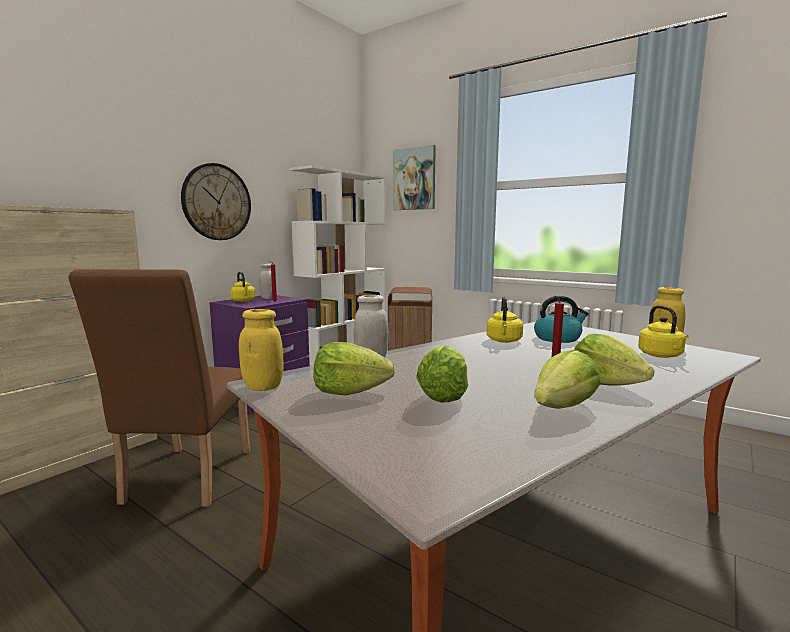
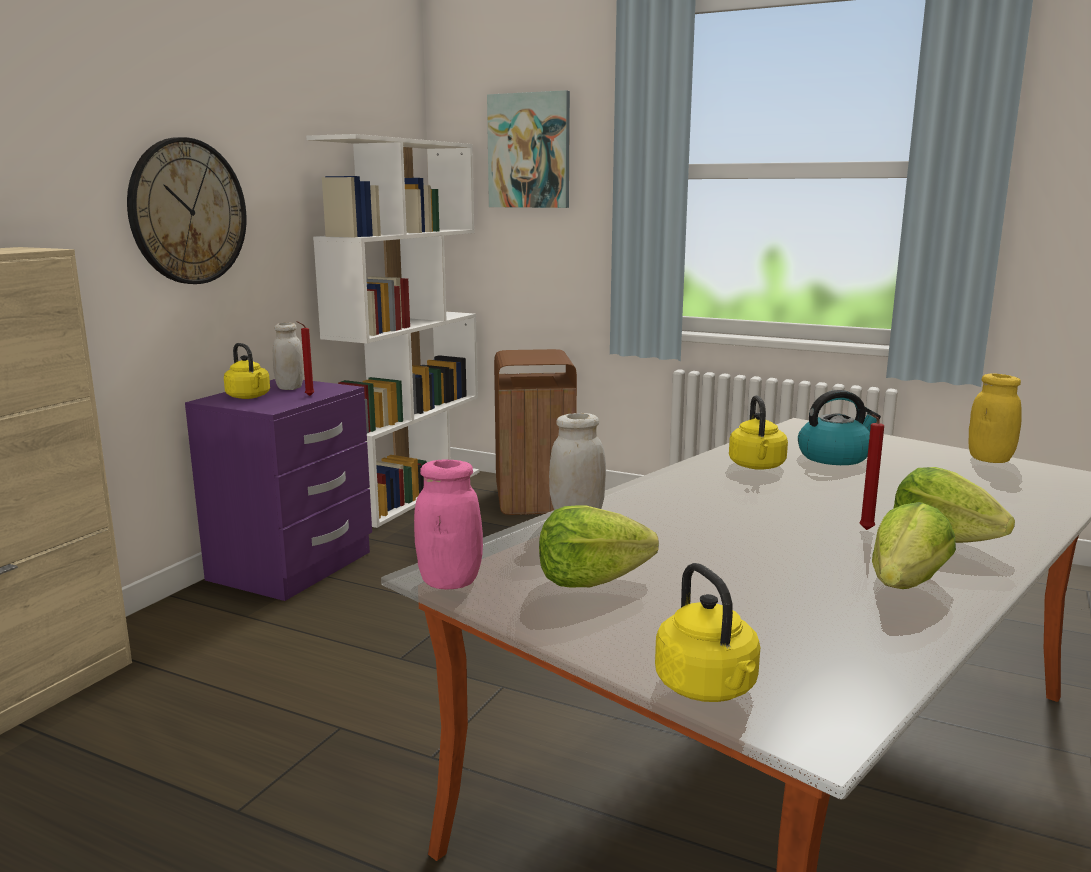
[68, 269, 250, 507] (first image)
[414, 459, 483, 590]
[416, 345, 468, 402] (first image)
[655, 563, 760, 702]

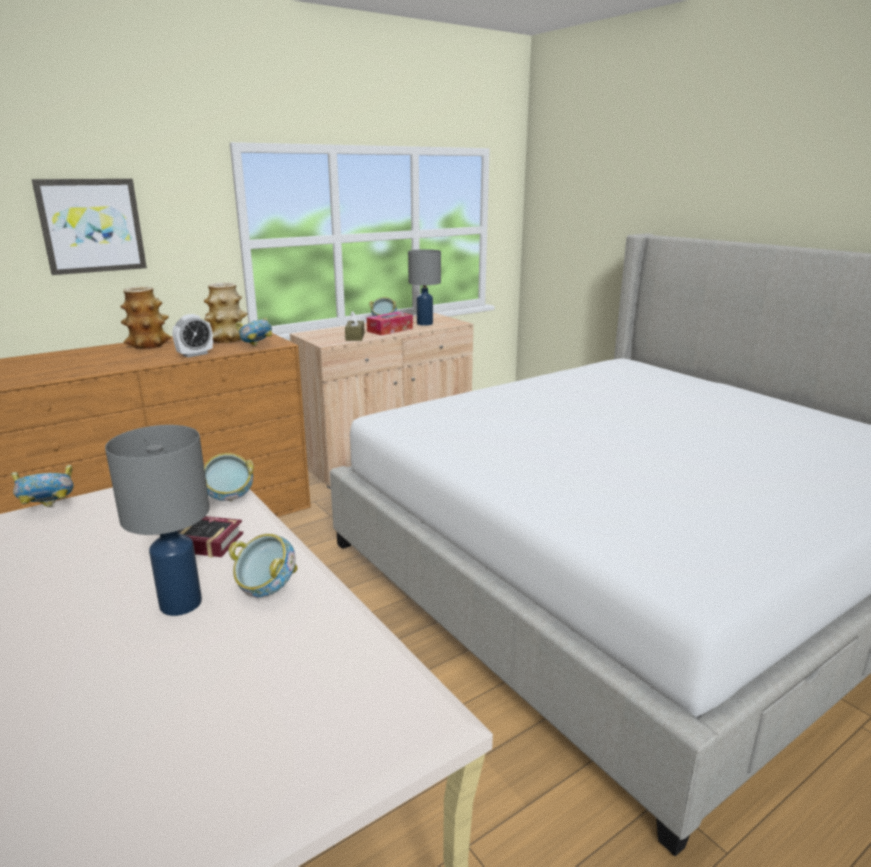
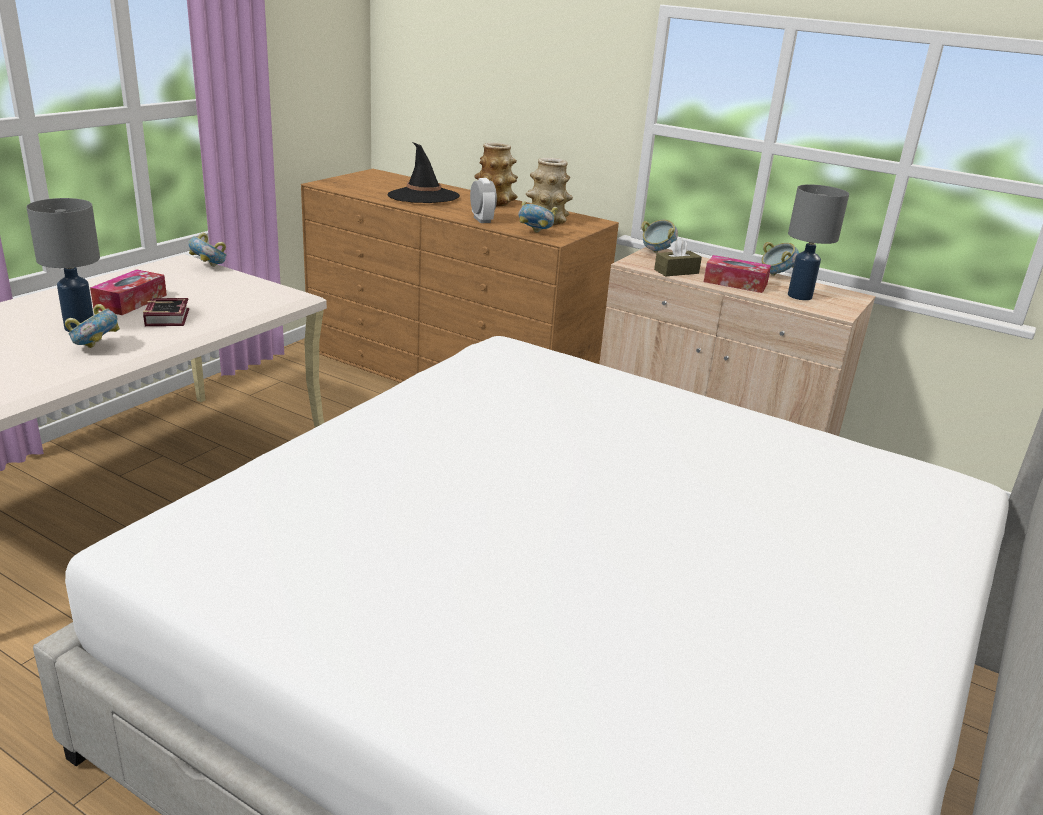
[32, 179, 147, 275] (first image)
[470, 178, 497, 223]
[641, 220, 678, 253]
[90, 269, 167, 315]
[387, 142, 460, 203]

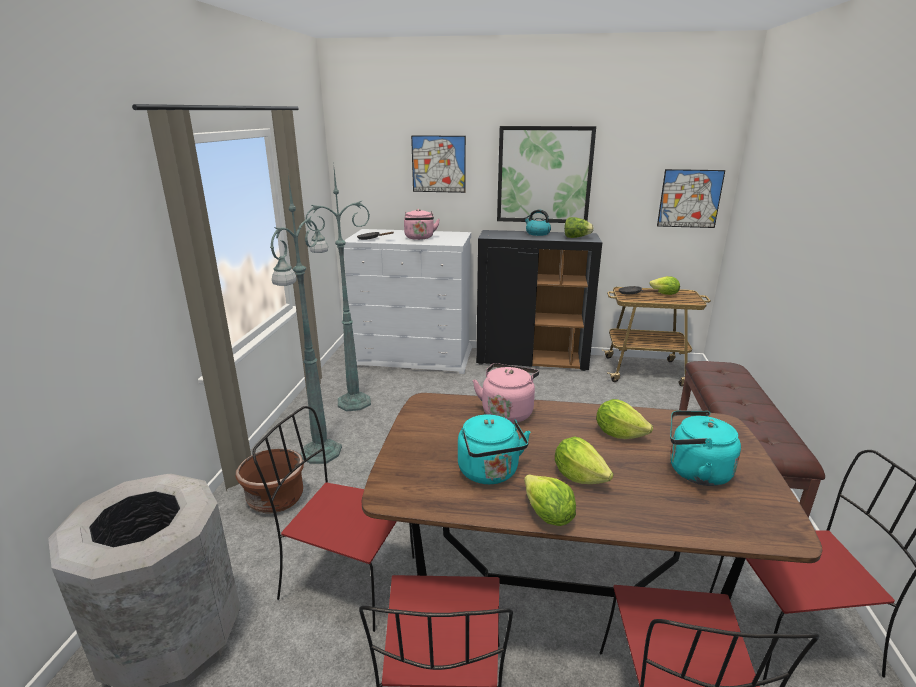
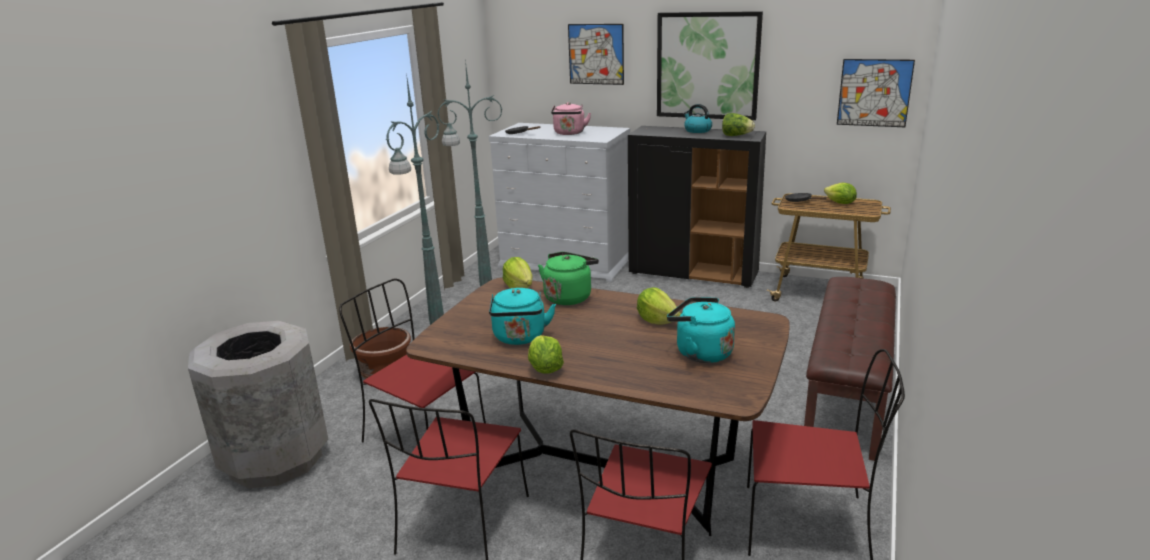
[538, 252, 599, 305]
[503, 257, 532, 288]

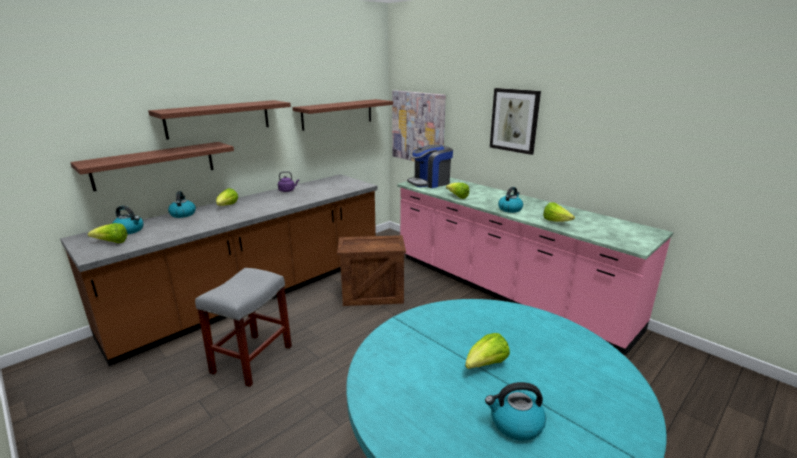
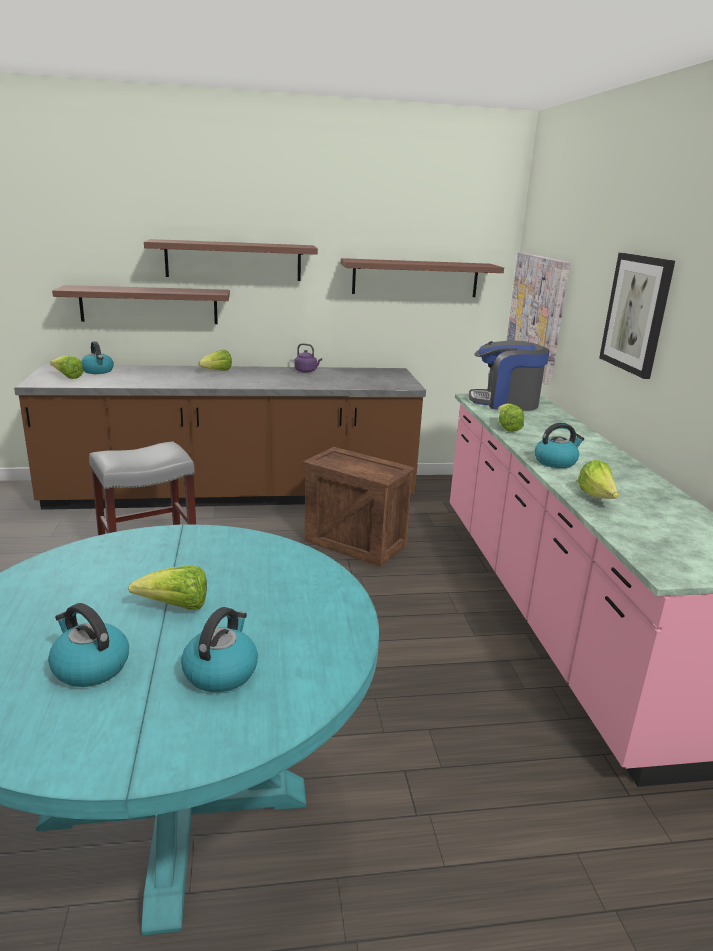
[181, 607, 258, 692]

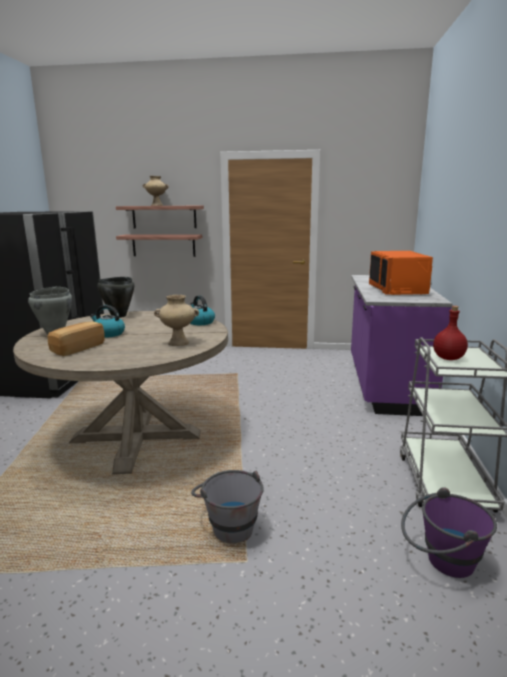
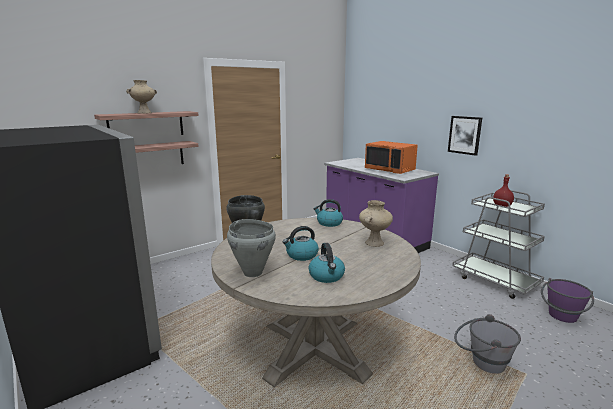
[309, 243, 345, 283]
[448, 116, 482, 156]

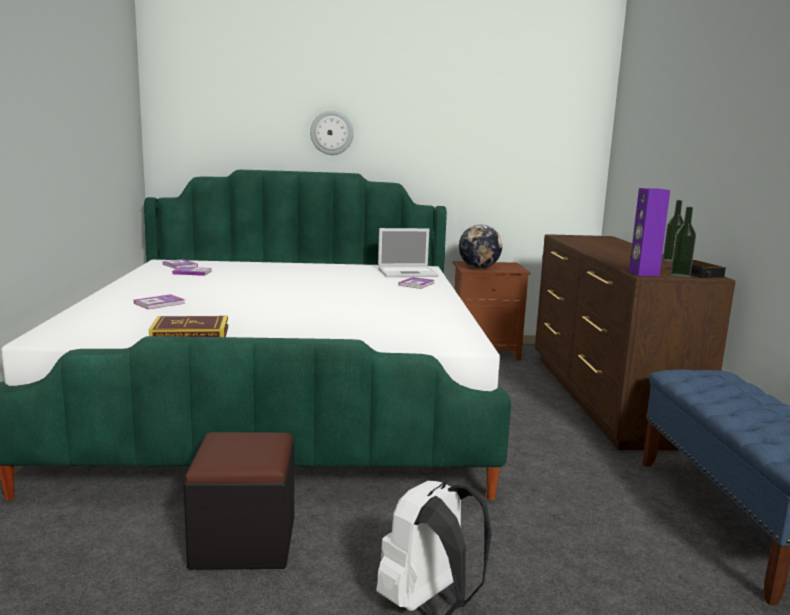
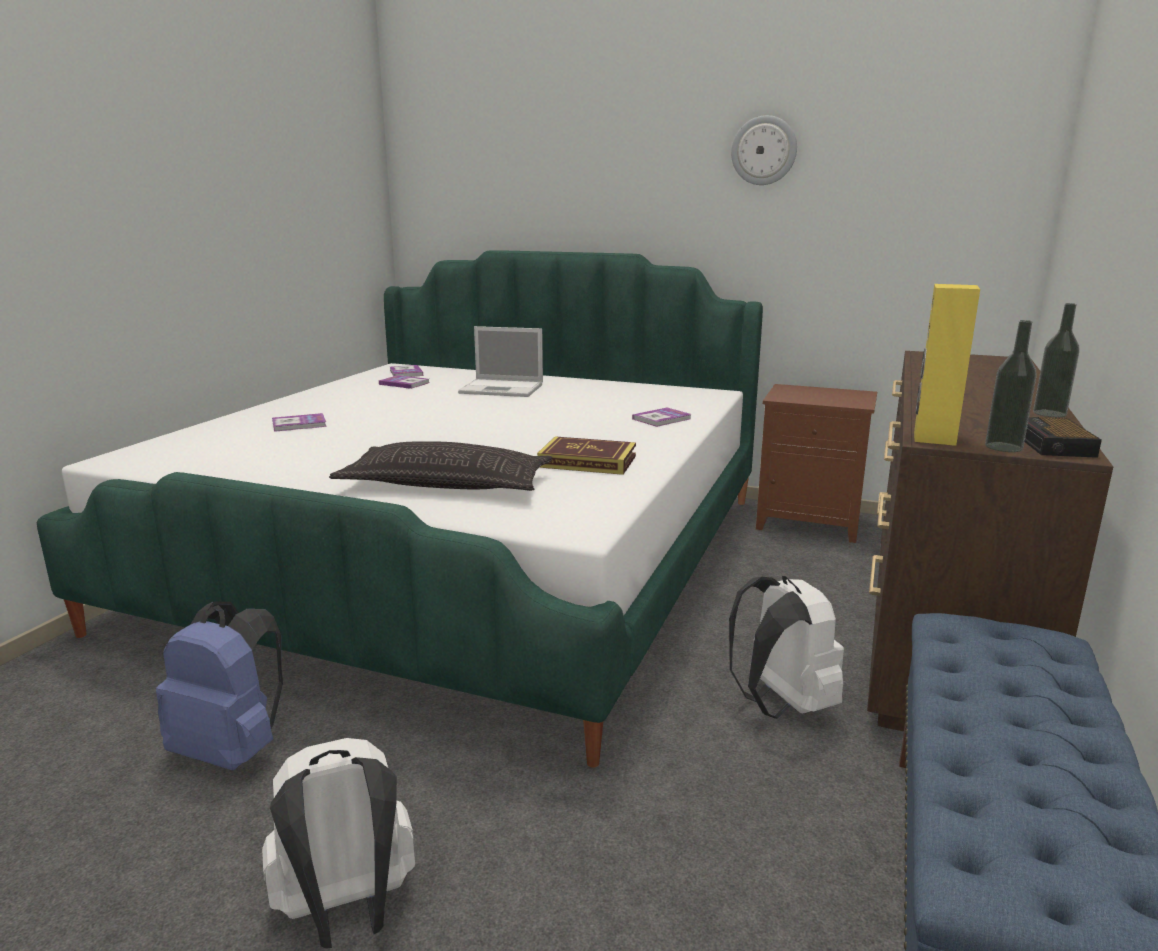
[537, 436, 636, 475]
[156, 602, 283, 770]
[731, 115, 797, 185]
[458, 326, 543, 397]
[459, 225, 502, 268] (first image)
[914, 284, 980, 446]
[329, 441, 552, 491]
[729, 576, 844, 719]

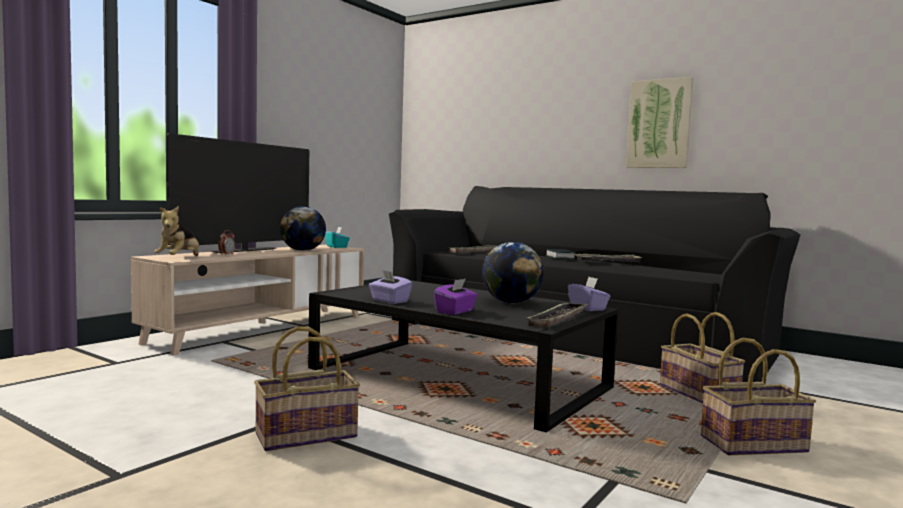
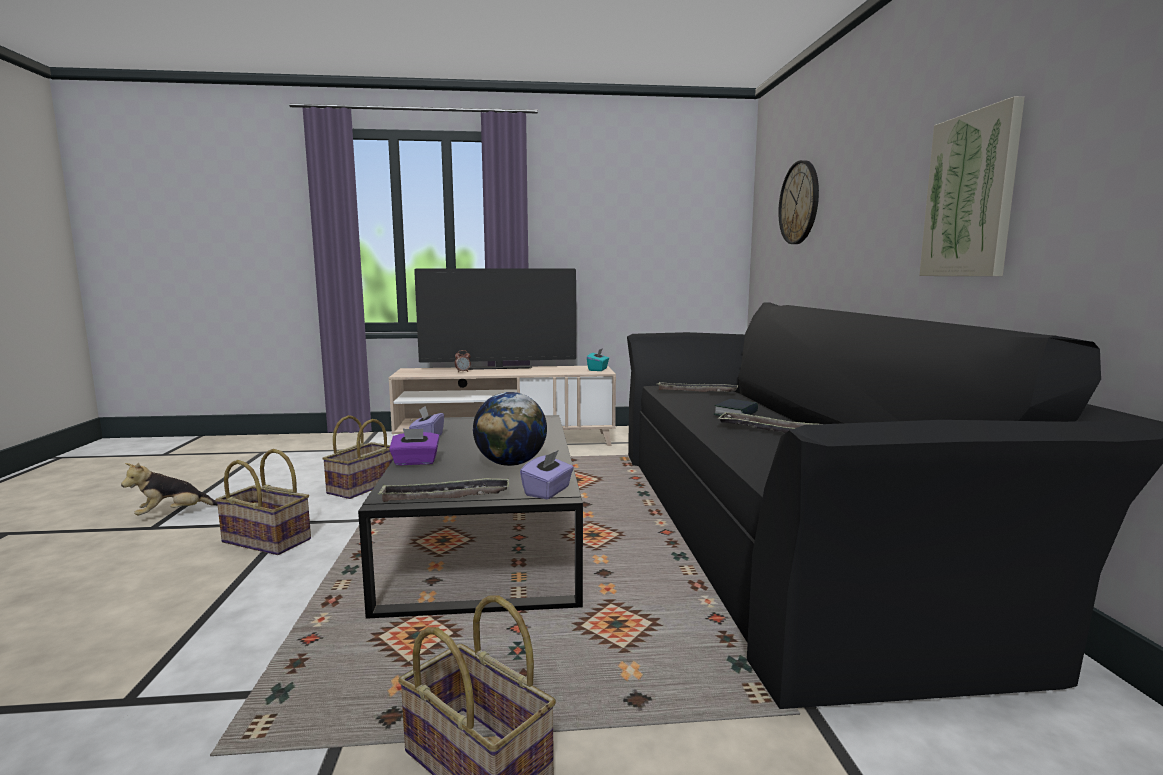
[121, 463, 218, 515]
[280, 206, 326, 251] (first image)
[322, 415, 393, 499]
[778, 160, 819, 244]

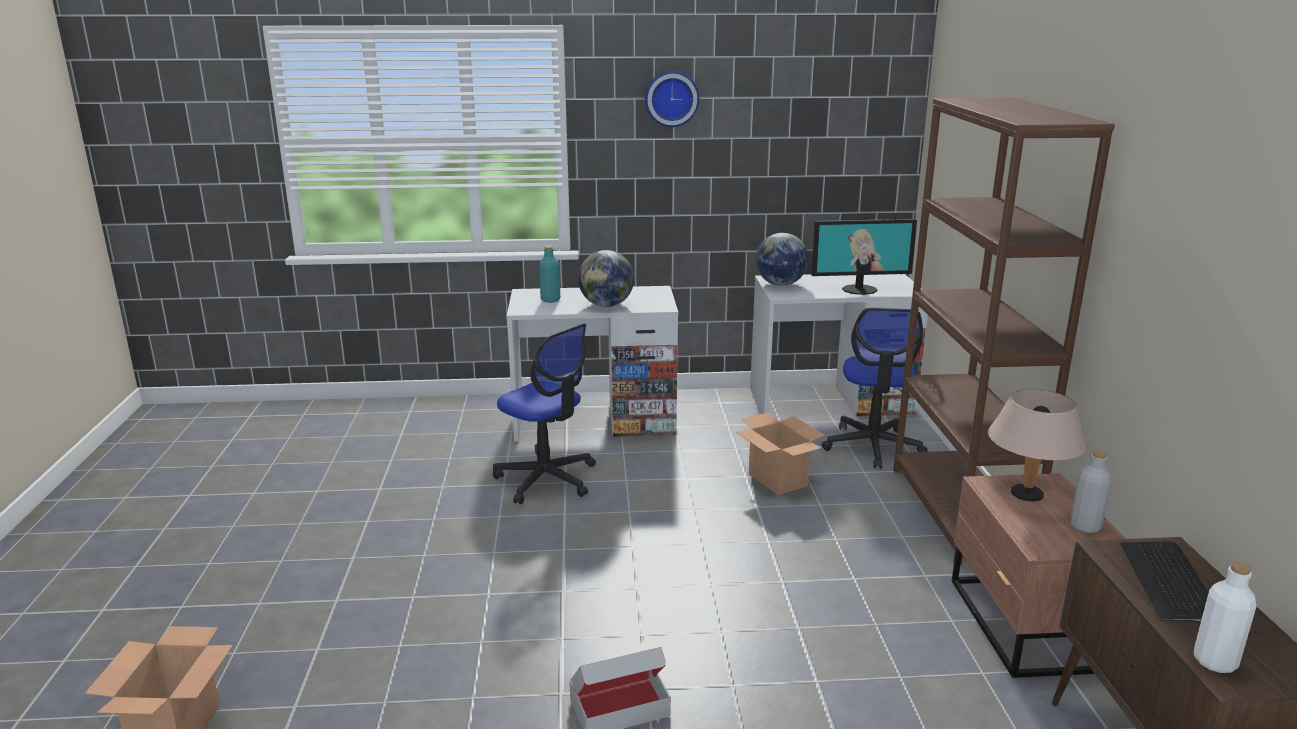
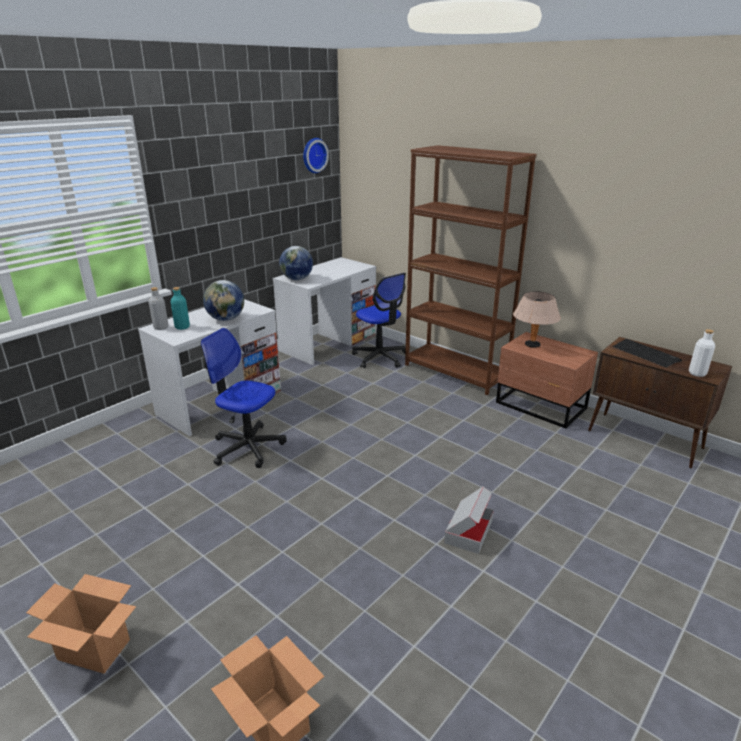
[201, 328, 287, 468]
[303, 138, 329, 173]
[26, 574, 136, 674]
[812, 219, 917, 295] (first image)
[149, 287, 169, 330]

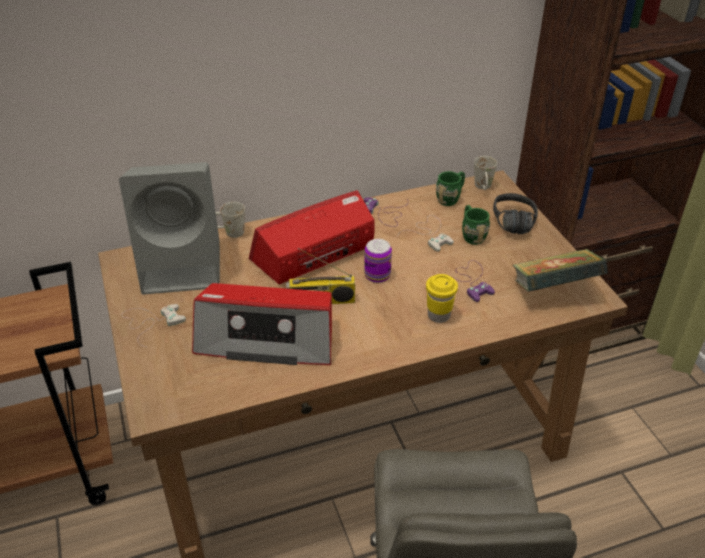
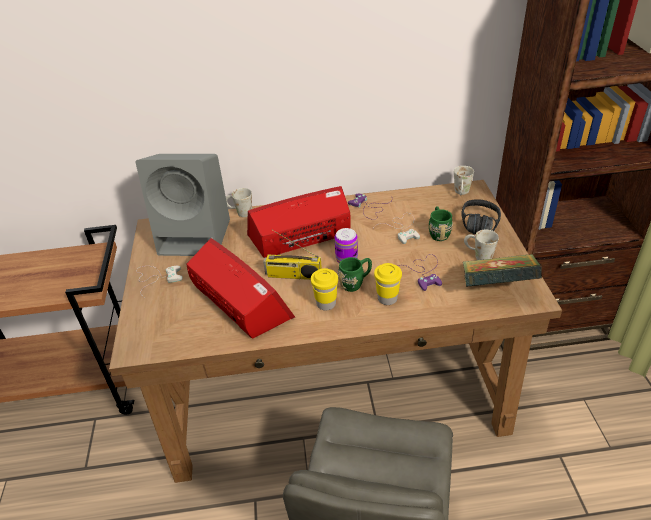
[187, 238, 295, 339]
[338, 257, 372, 292]
[311, 268, 338, 311]
[464, 229, 499, 260]

